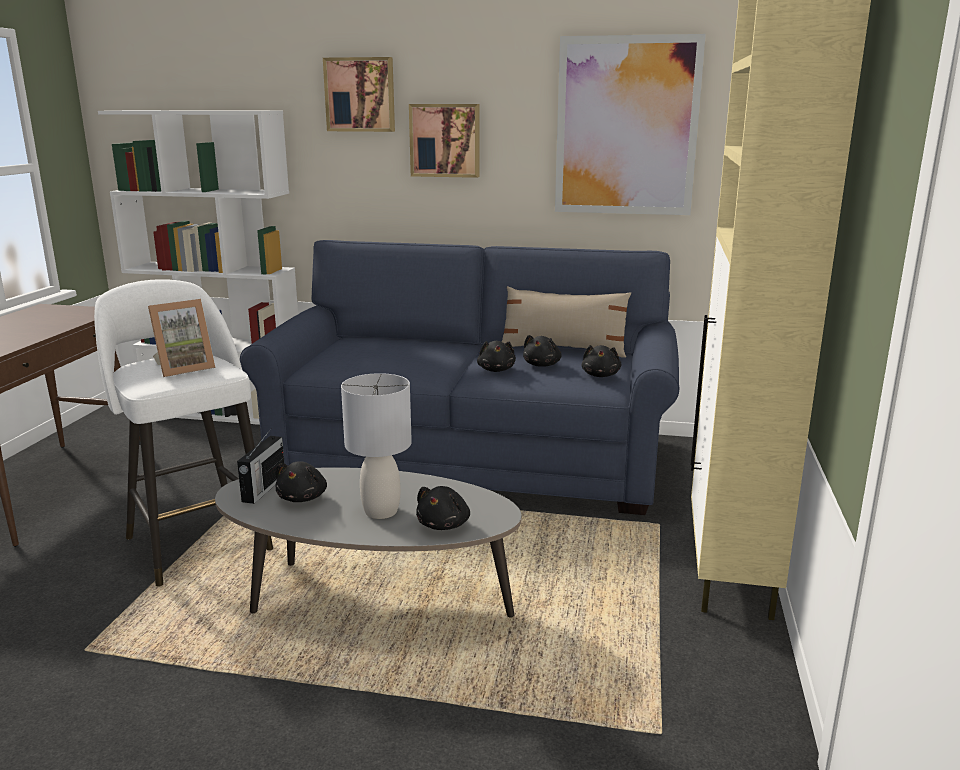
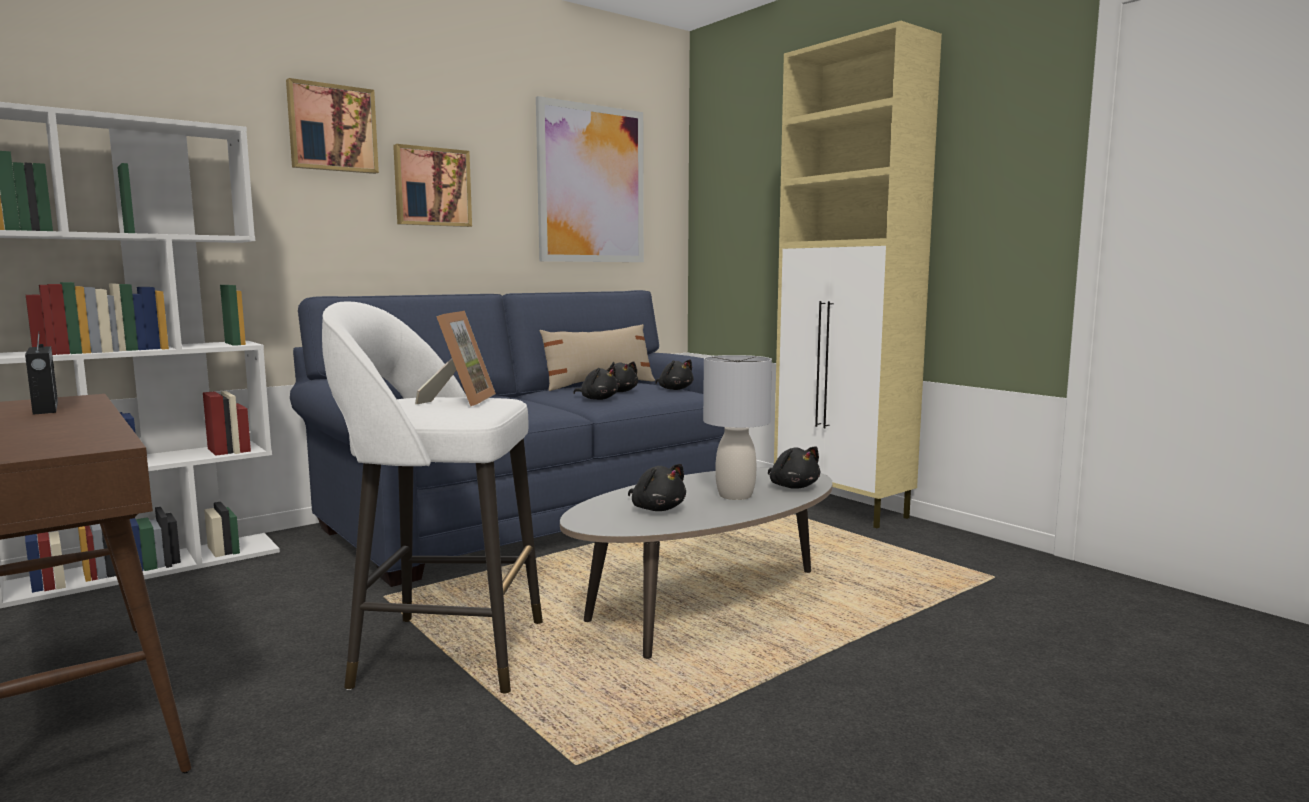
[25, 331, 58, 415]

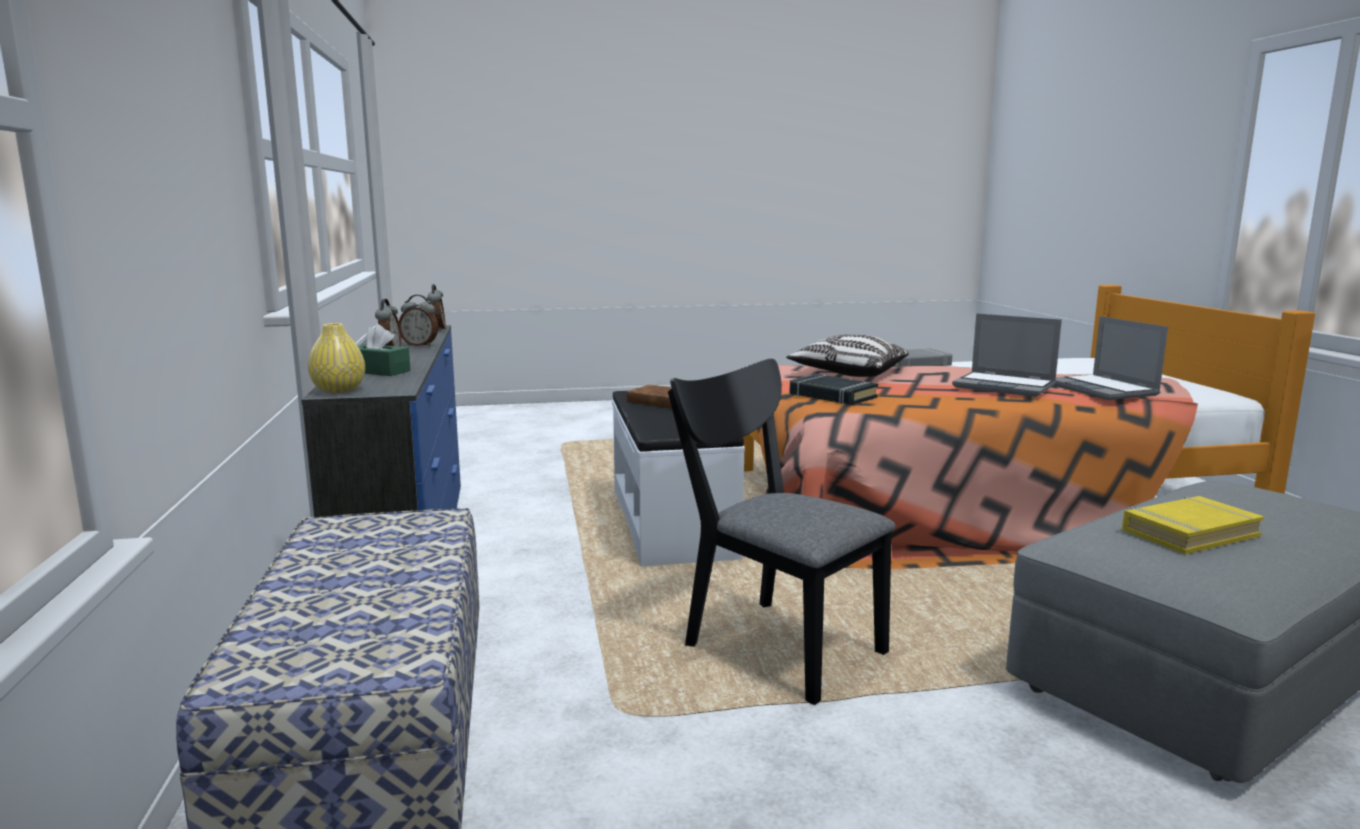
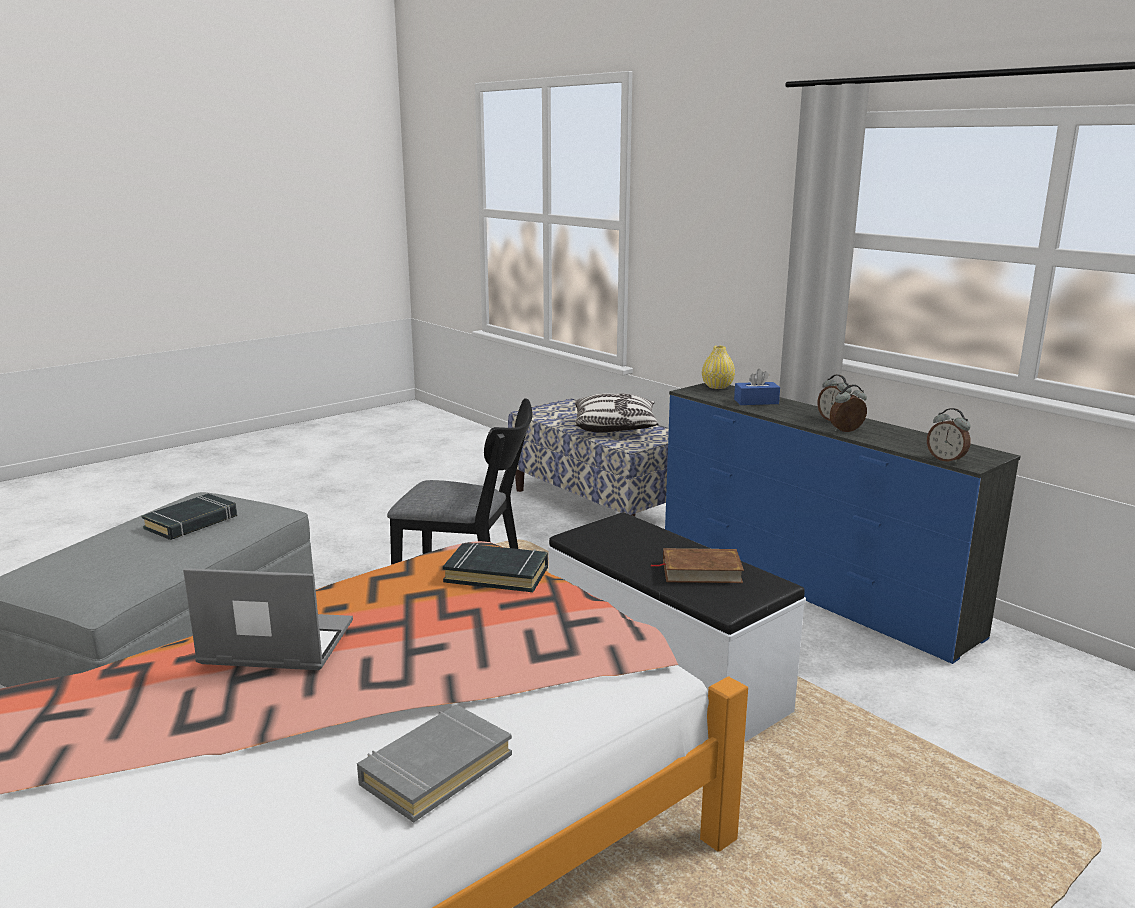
[734, 369, 780, 405]
[575, 393, 658, 433]
[1053, 316, 1168, 400] (first image)
[142, 494, 237, 540]

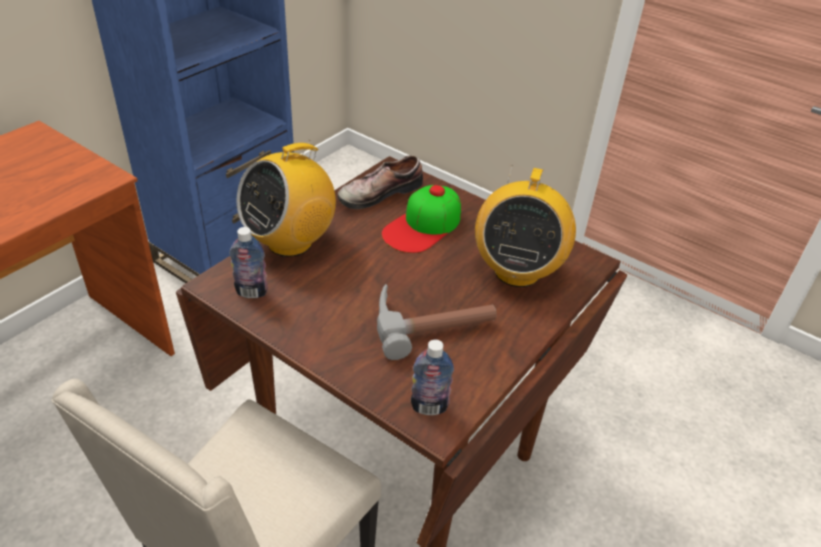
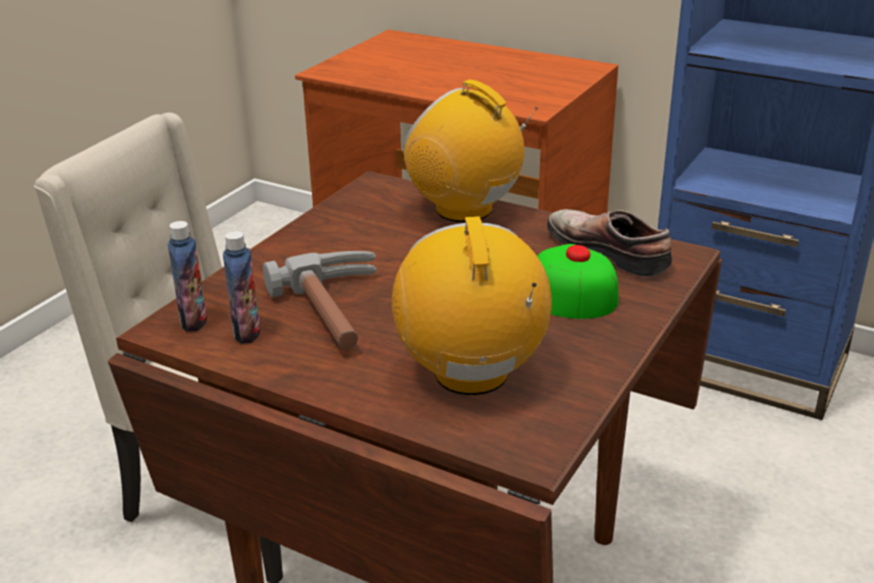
[223, 231, 260, 344]
[392, 216, 552, 395]

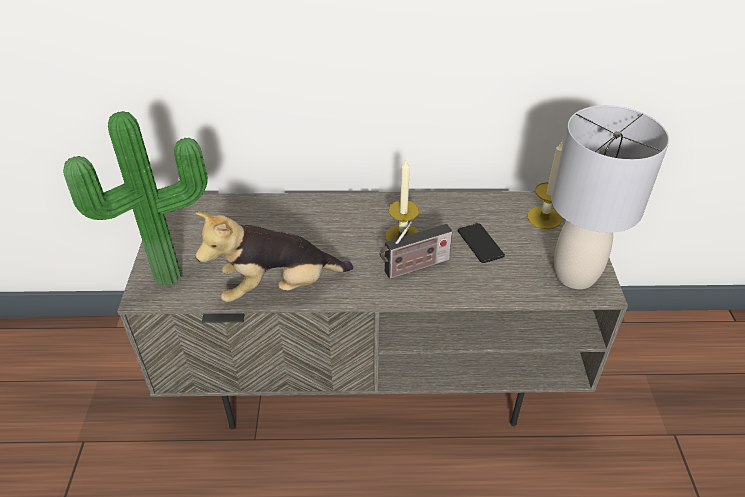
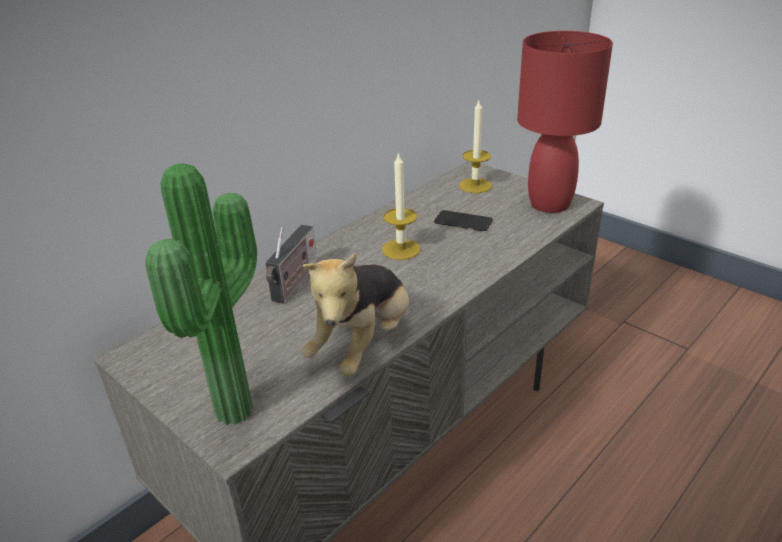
[265, 225, 317, 304]
[517, 31, 613, 213]

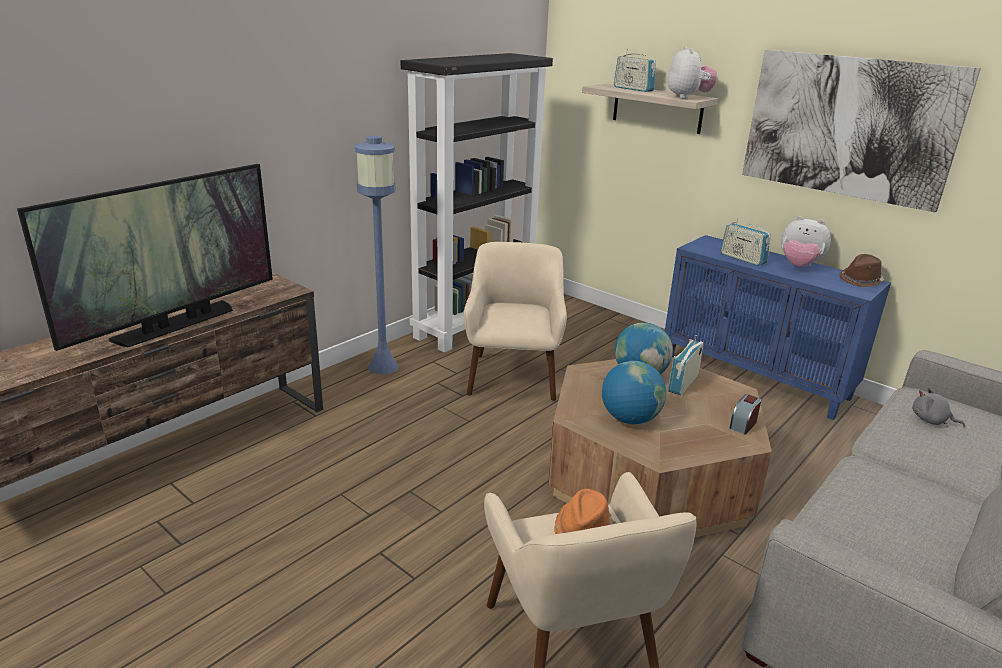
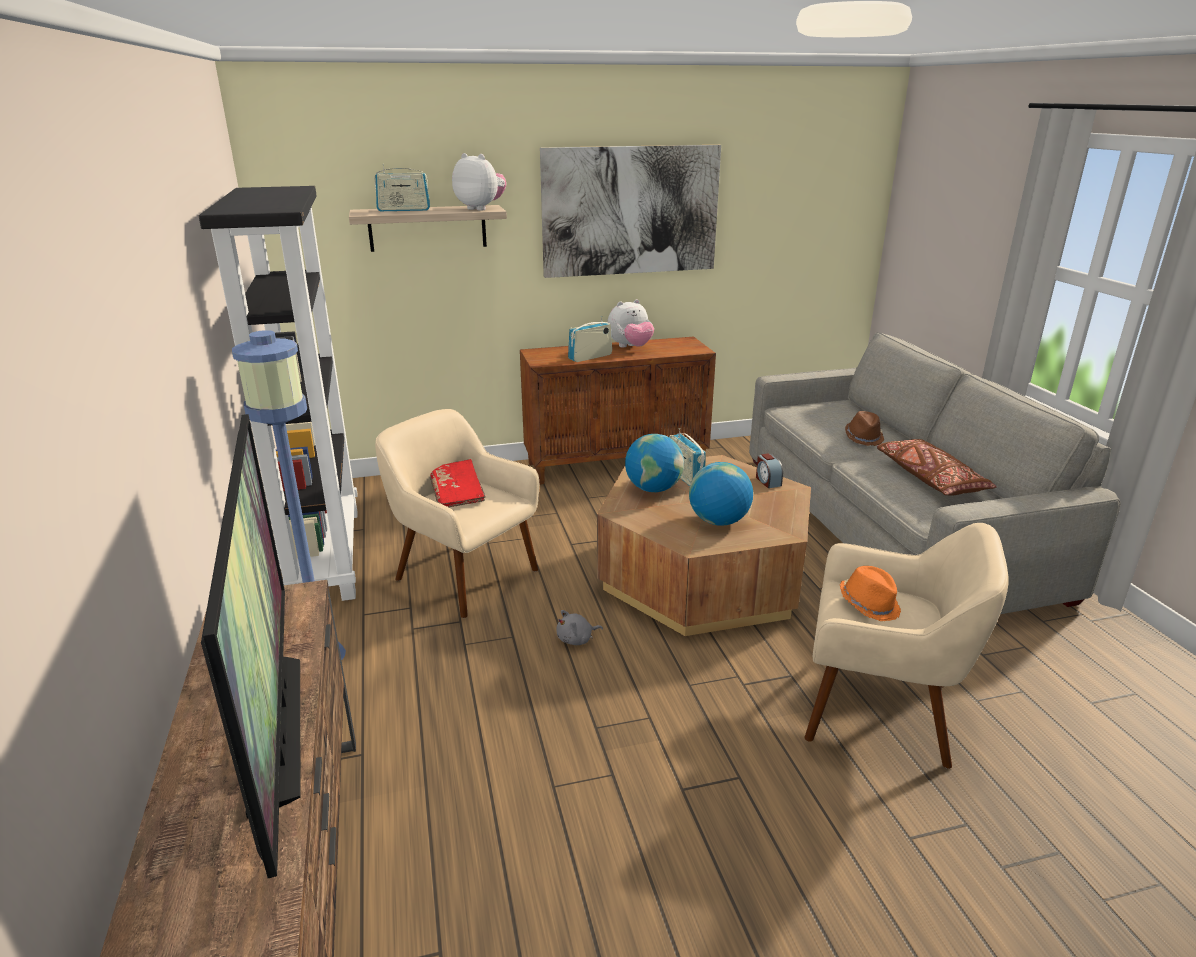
[520, 337, 716, 485]
[568, 316, 612, 362]
[845, 411, 884, 446]
[556, 610, 603, 645]
[430, 459, 486, 508]
[877, 439, 997, 496]

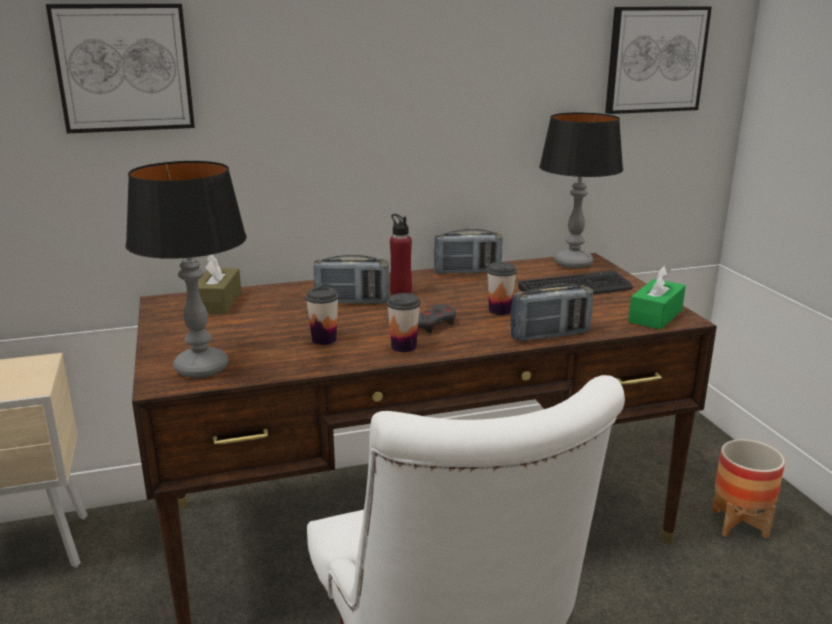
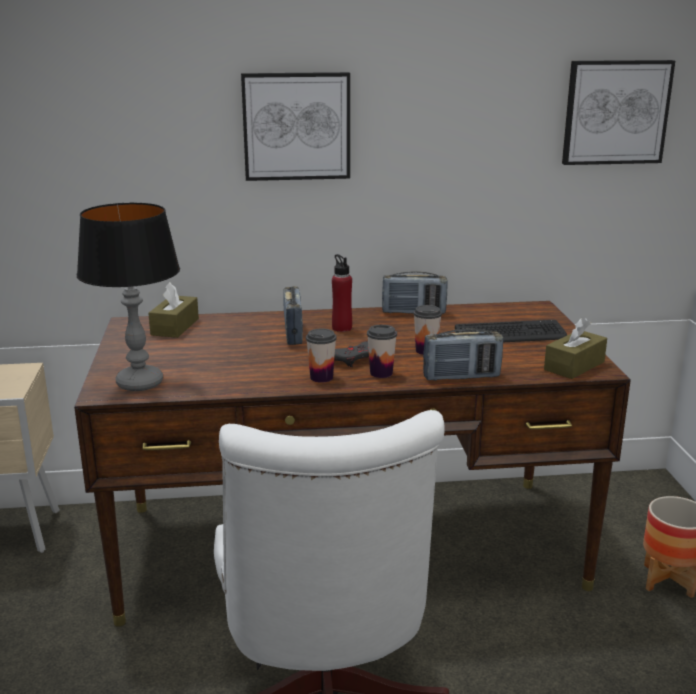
[241, 72, 350, 181]
[367, 325, 397, 378]
[284, 286, 303, 345]
[539, 113, 623, 269] (first image)
[544, 317, 607, 379]

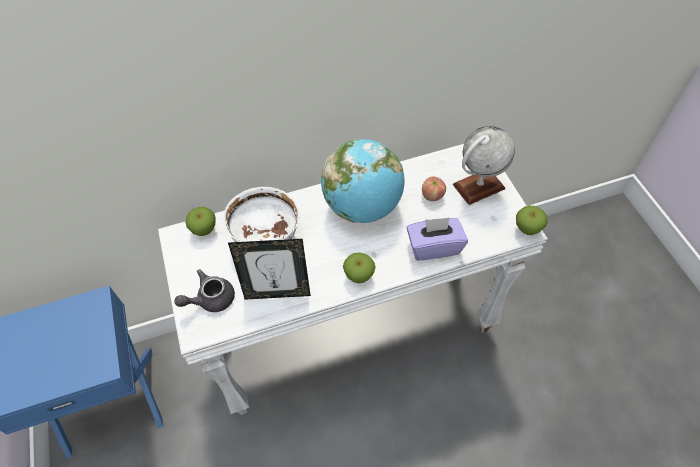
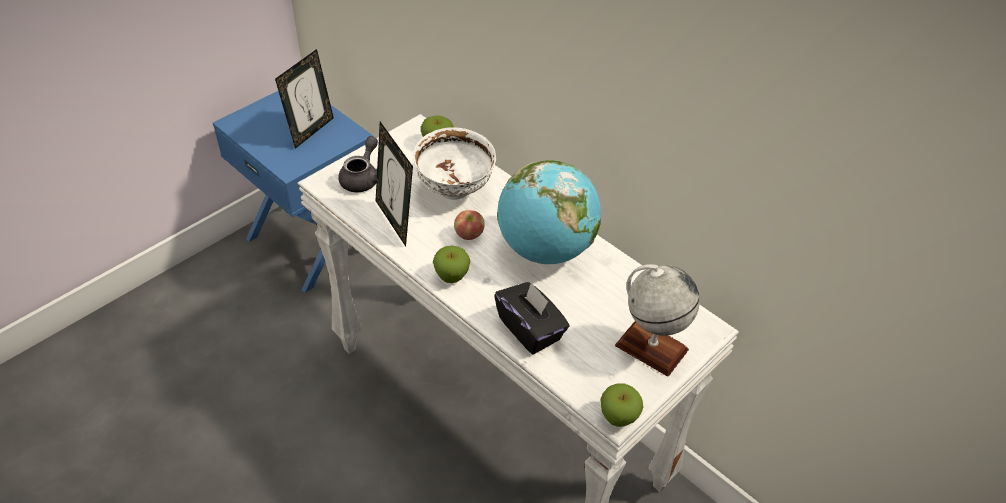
[338, 136, 378, 192]
[494, 281, 569, 355]
[454, 210, 485, 240]
[275, 49, 334, 149]

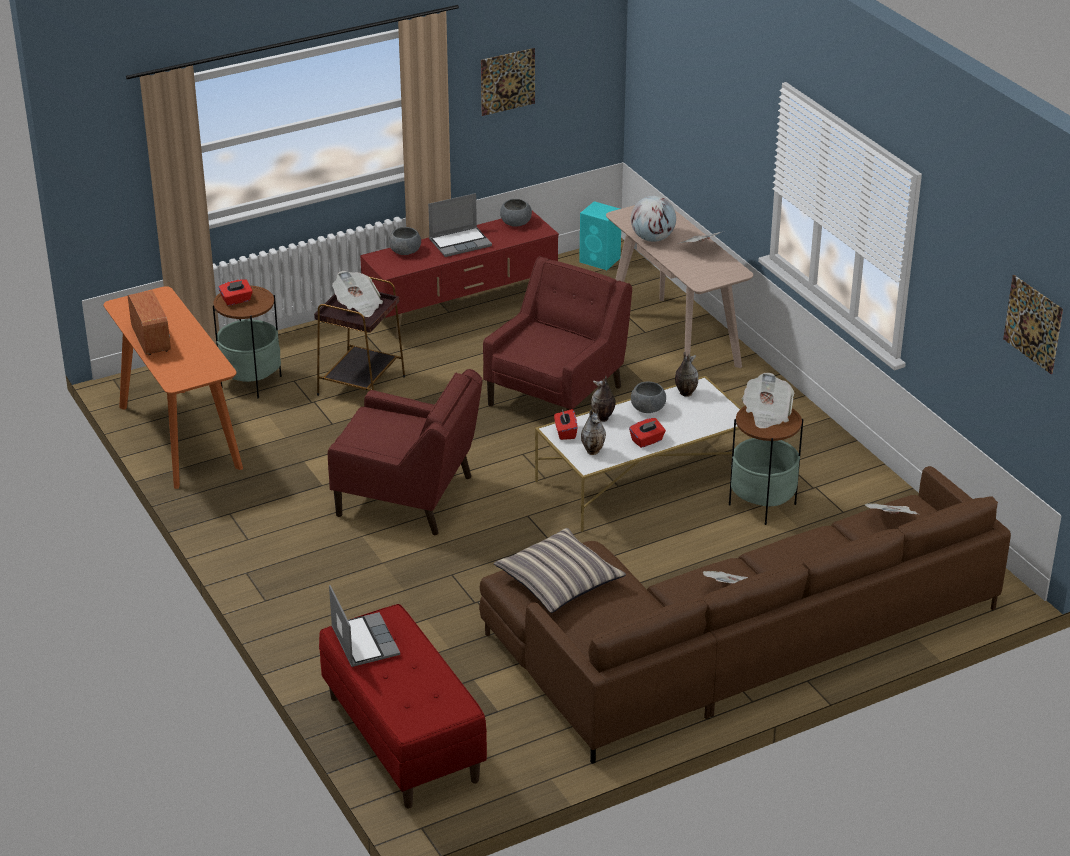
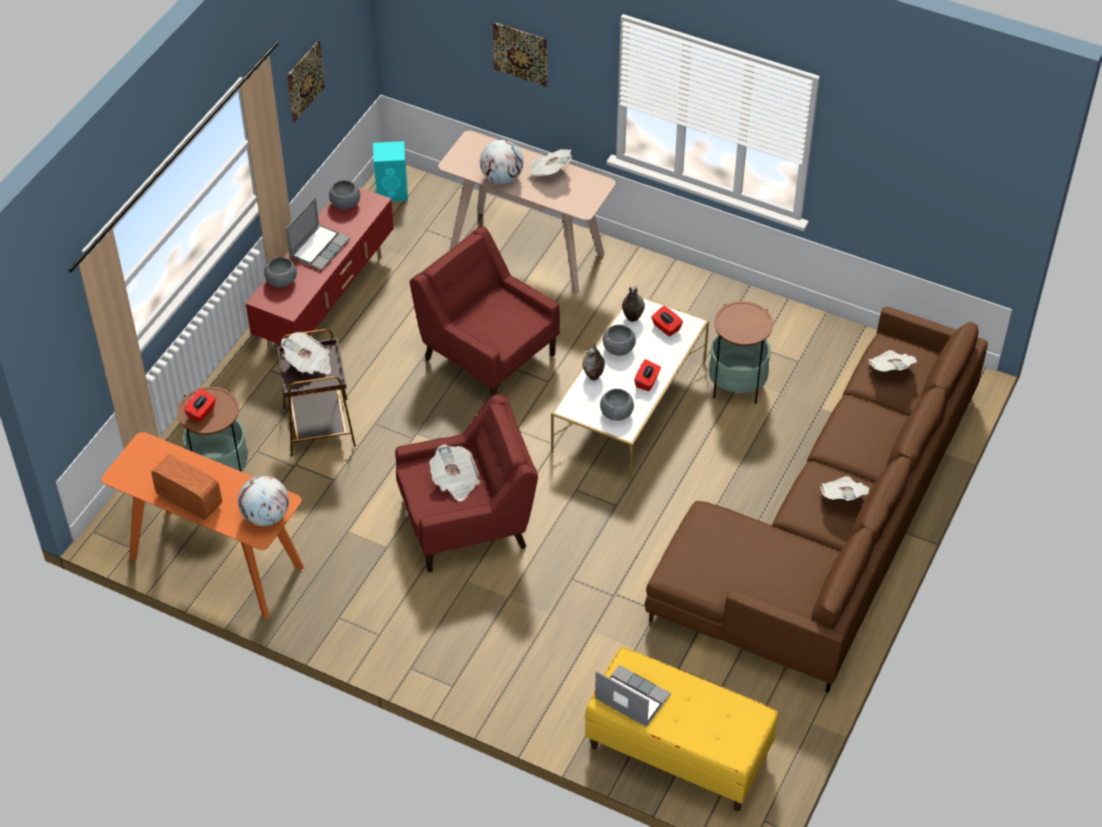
[585, 647, 778, 811]
[410, 227, 560, 397]
[494, 528, 626, 613] (first image)
[651, 306, 683, 337]
[600, 389, 634, 421]
[429, 444, 480, 501]
[493, 22, 547, 87]
[238, 476, 289, 526]

